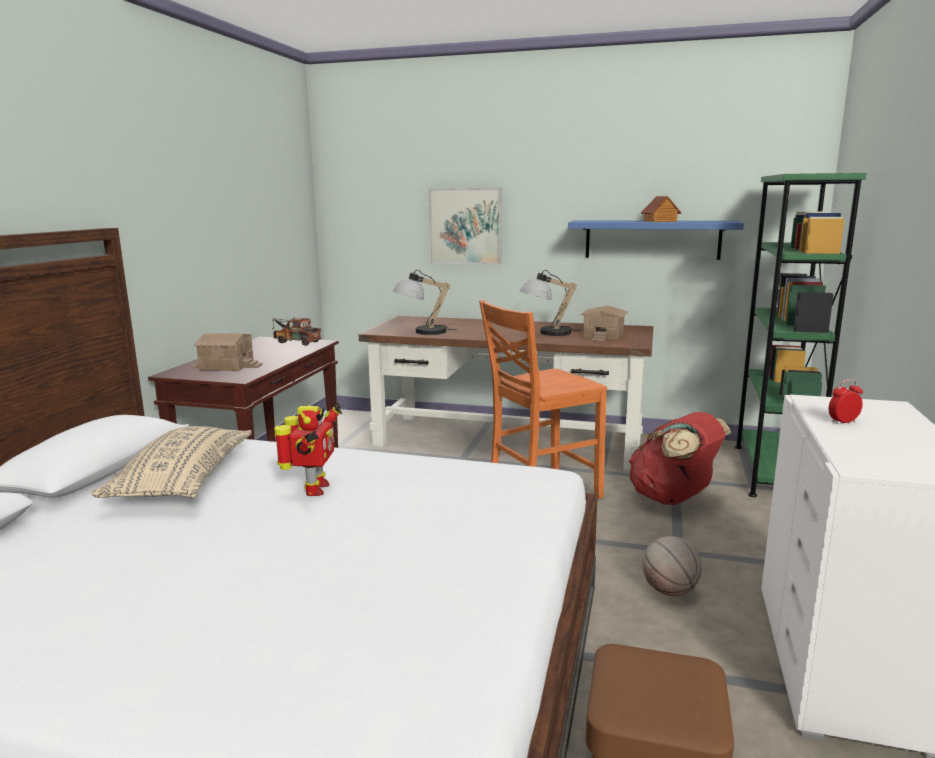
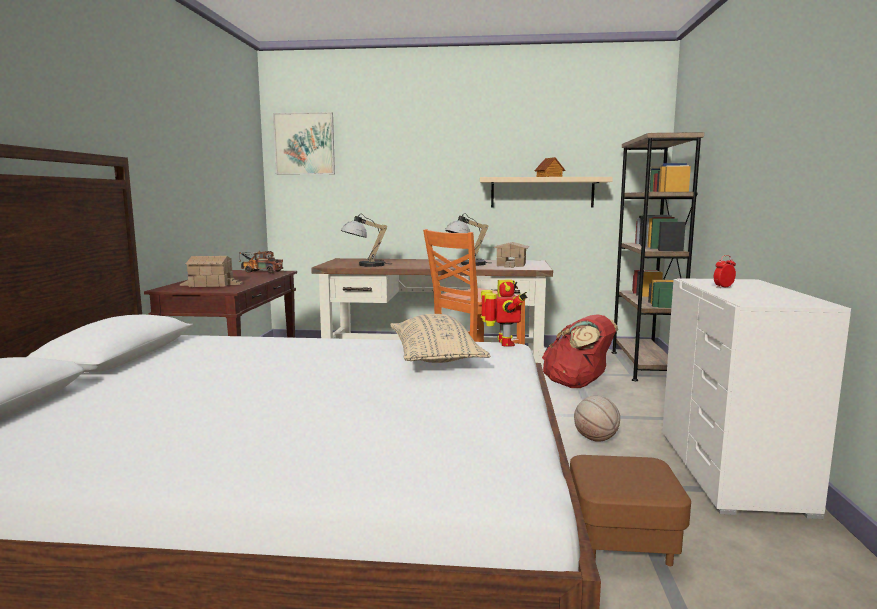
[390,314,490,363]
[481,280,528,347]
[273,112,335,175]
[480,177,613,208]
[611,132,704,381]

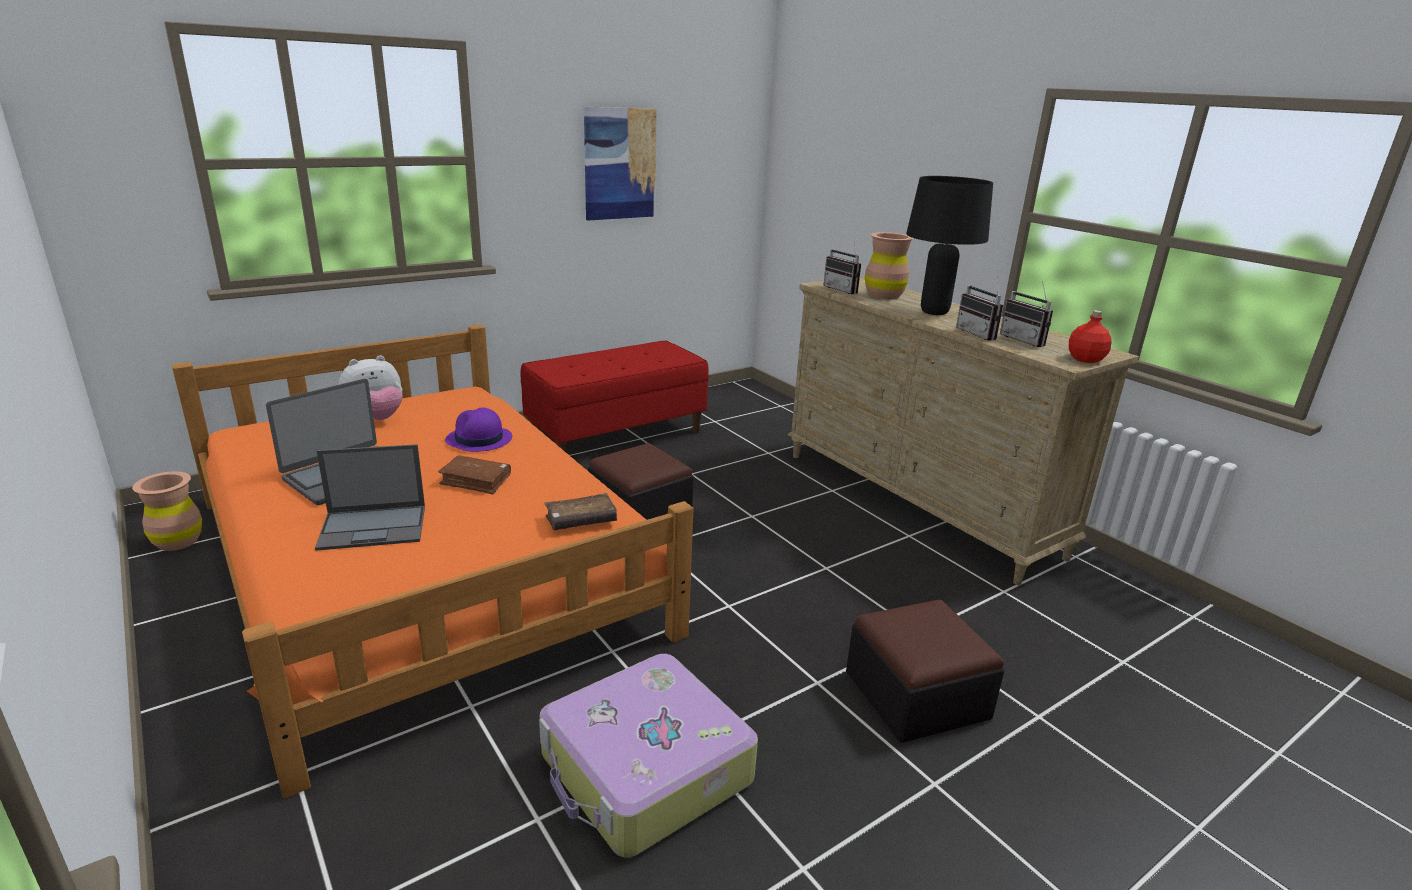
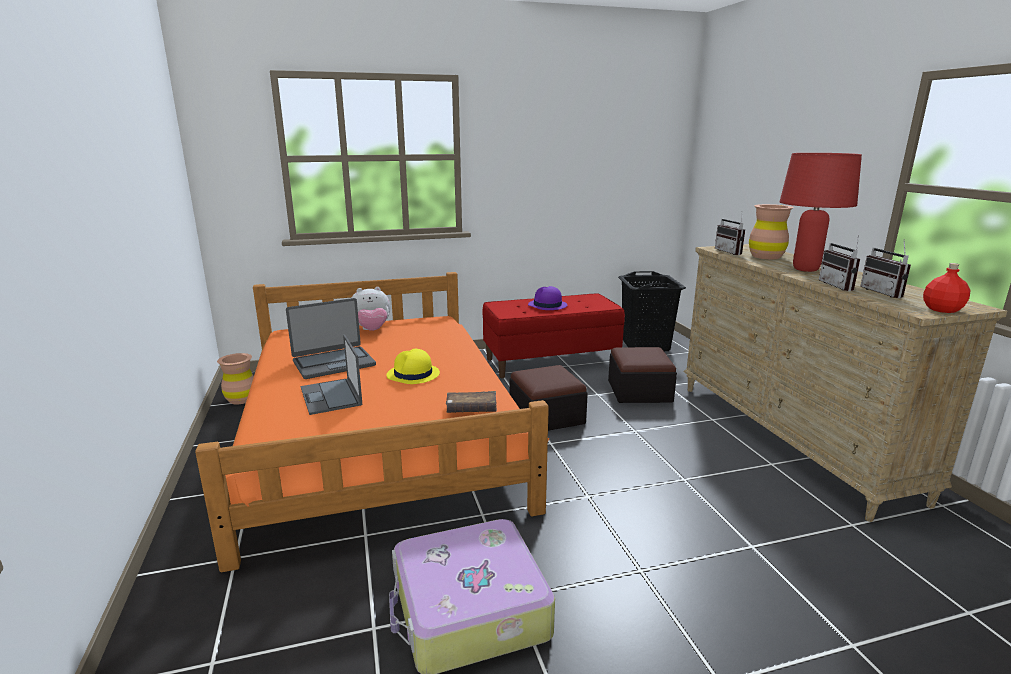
[301,334,362,415]
[386,349,440,384]
[528,286,567,310]
[584,107,657,221] (first image)
[608,347,677,403]
[780,153,862,272]
[618,271,686,351]

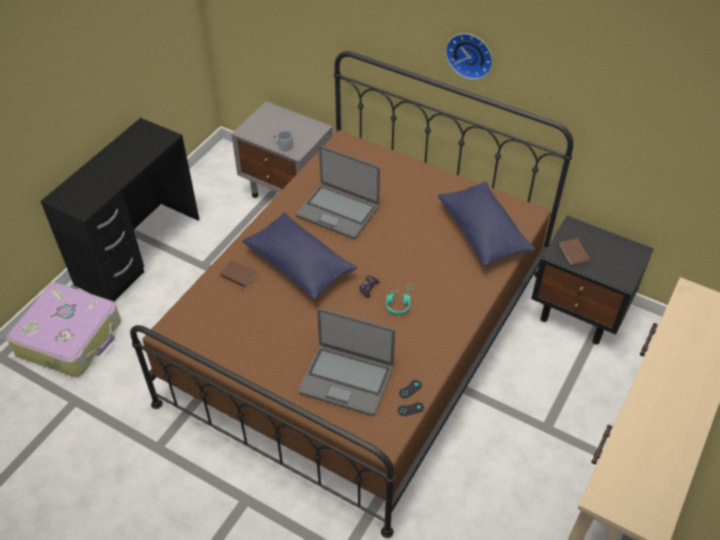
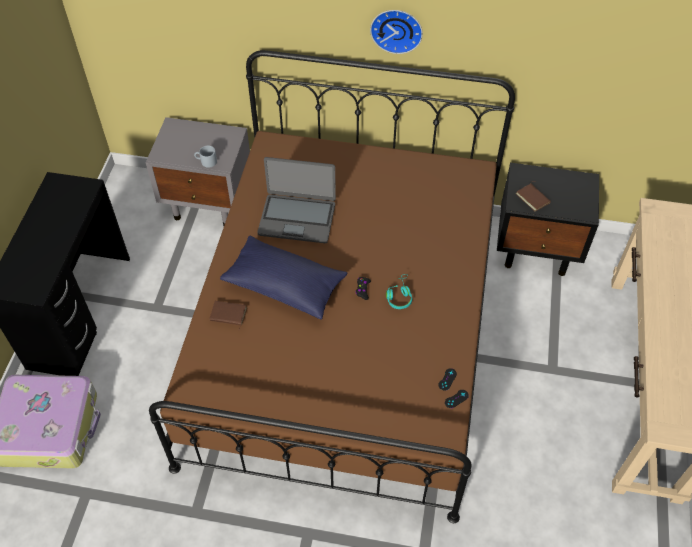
[298,308,395,416] (first image)
[438,182,536,267] (first image)

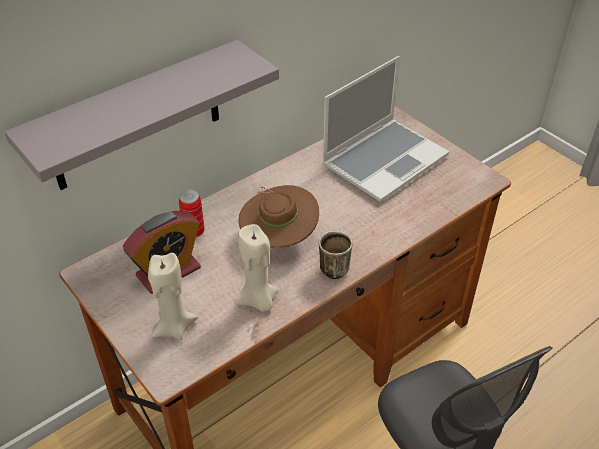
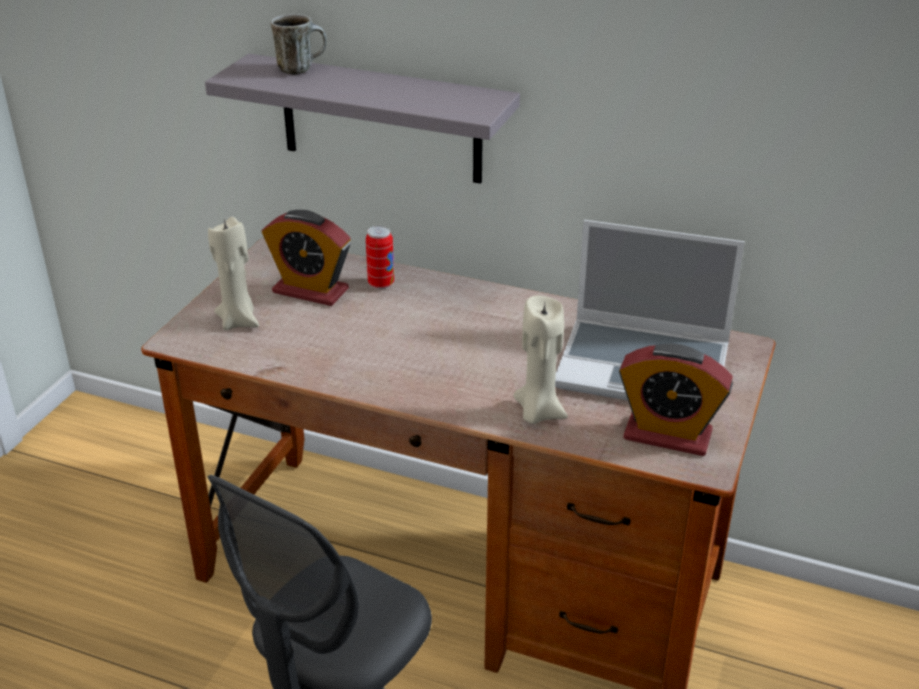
[514,295,568,424]
[238,185,319,248] (first image)
[271,14,327,75]
[619,344,733,456]

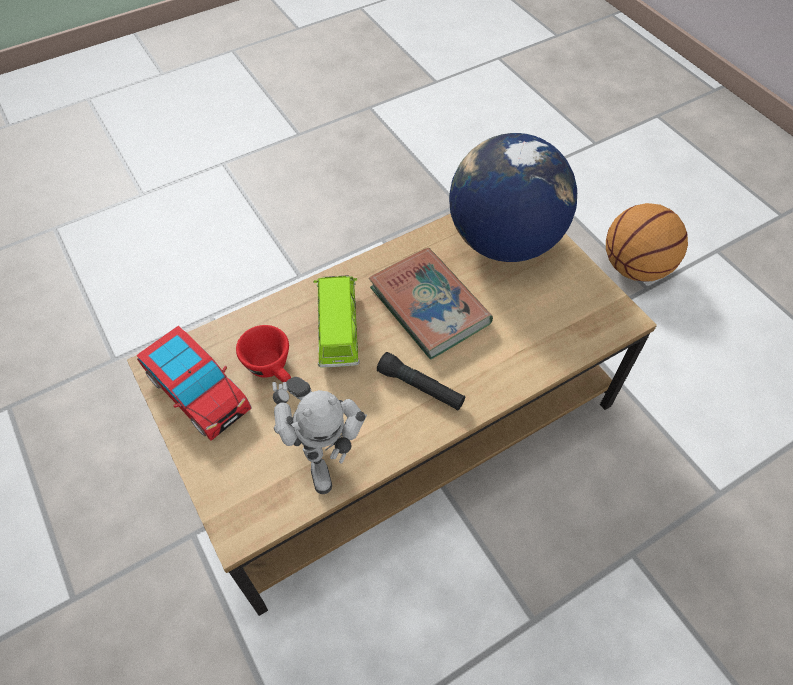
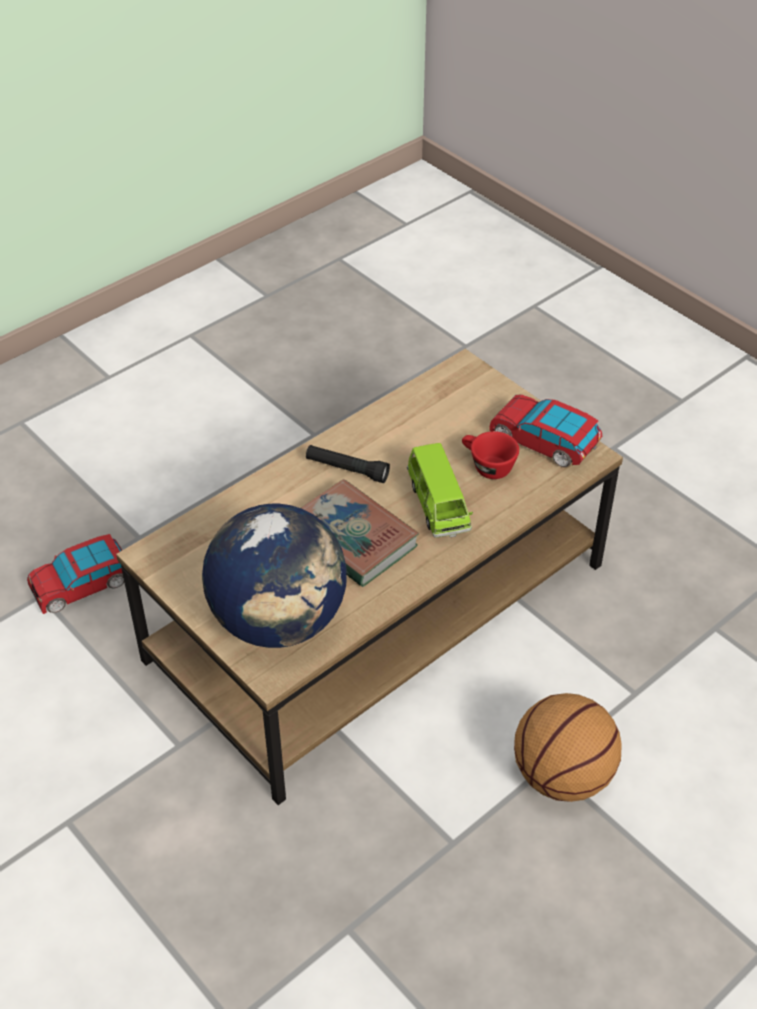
[272,377,367,494] (first image)
[514,693,622,802]
[27,534,124,614]

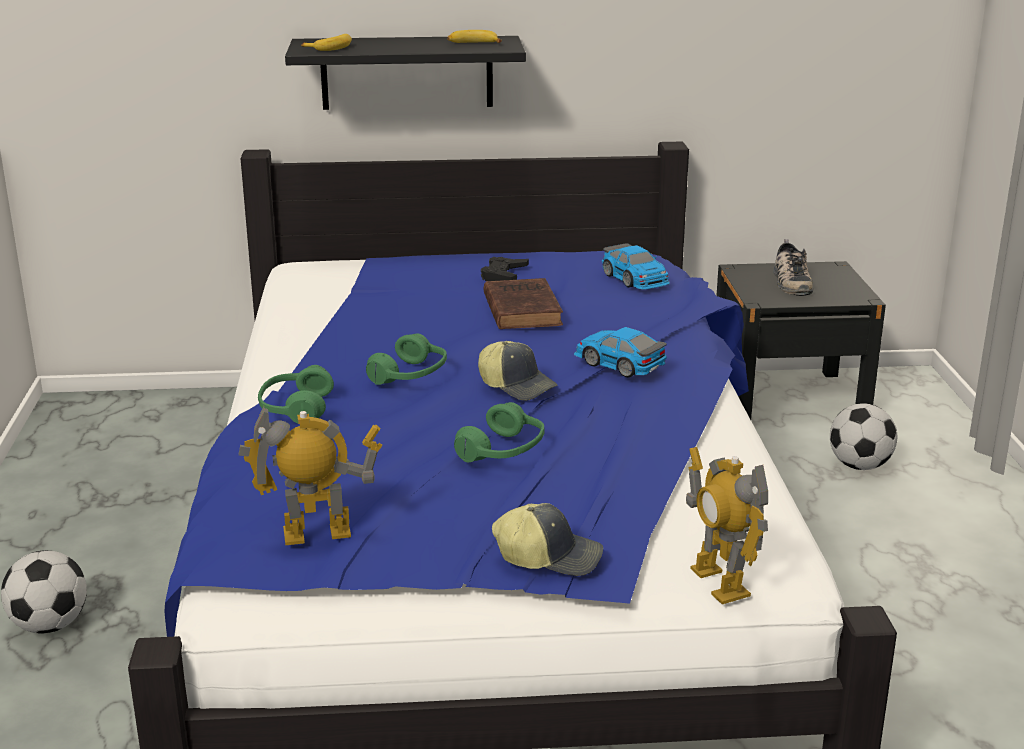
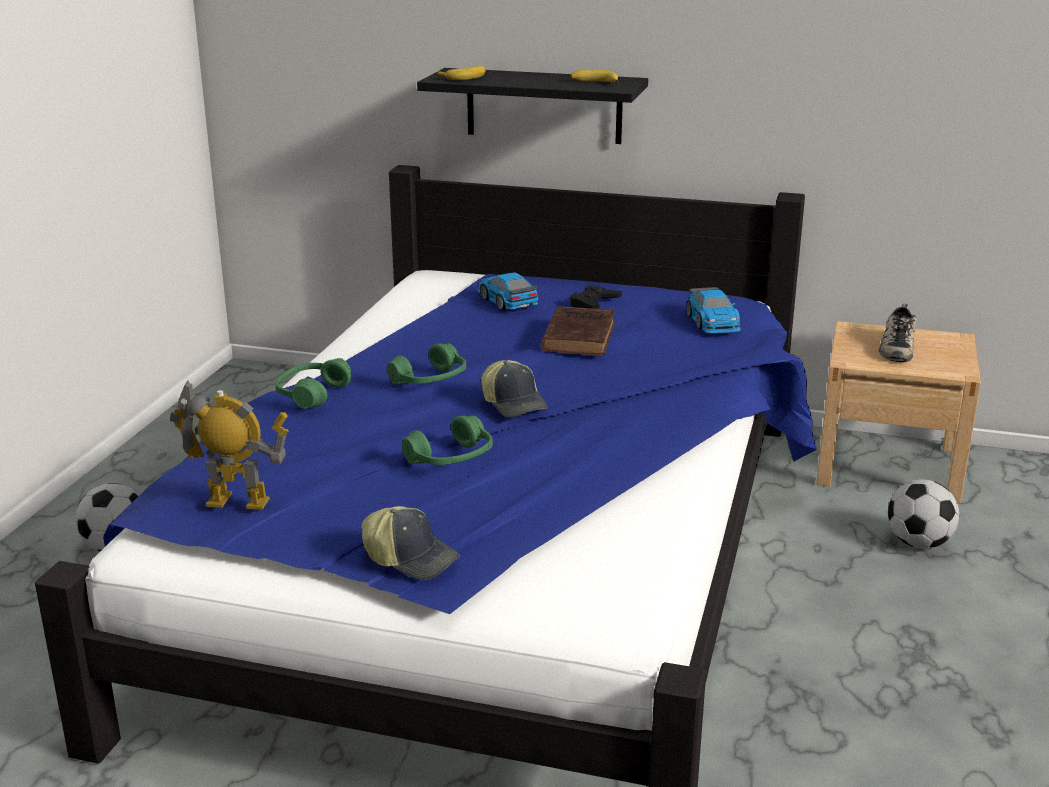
[477,272,538,310]
[686,447,768,604] (first image)
[816,321,981,503]

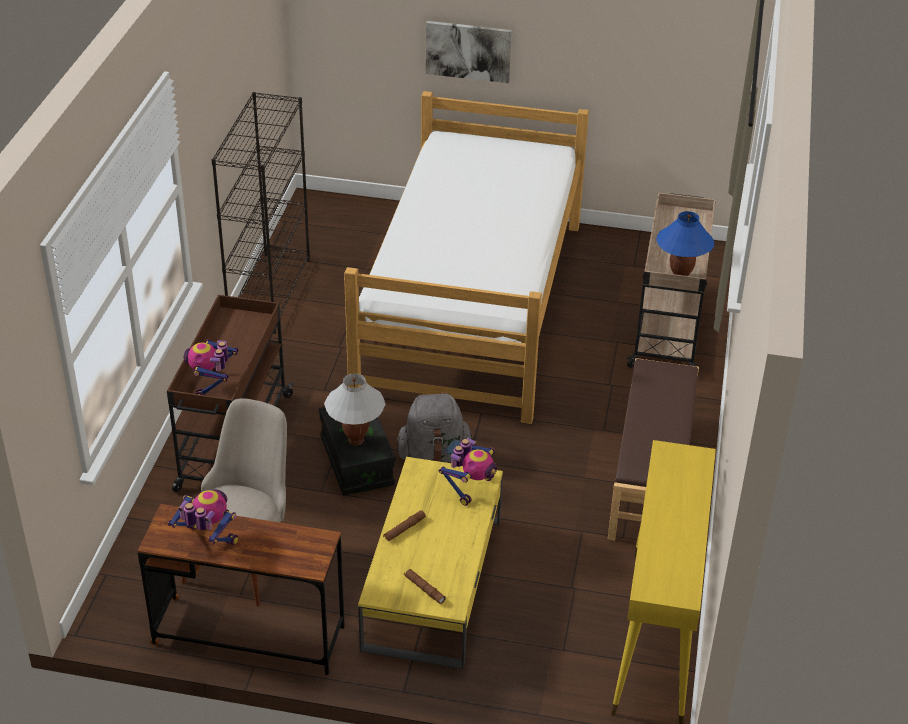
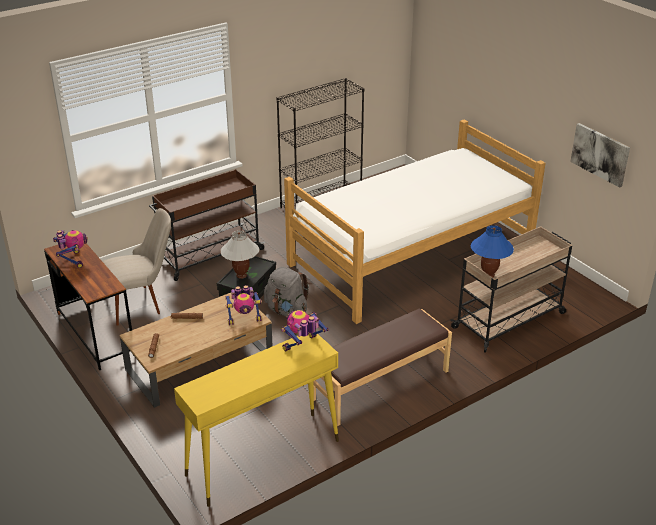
[281,310,328,351]
[120,292,273,408]
[570,123,630,187]

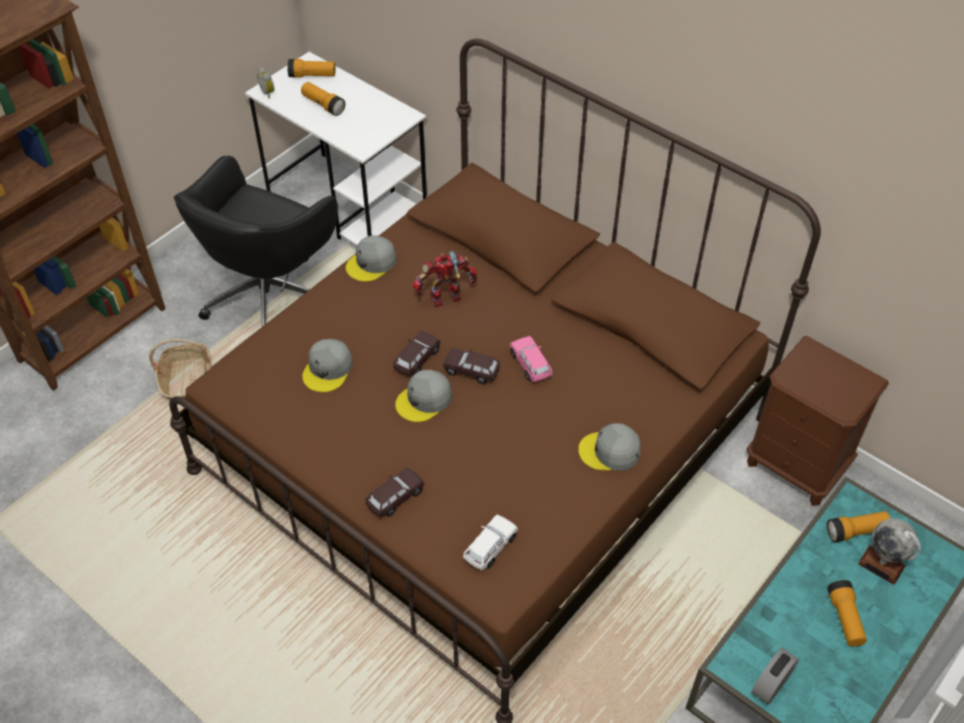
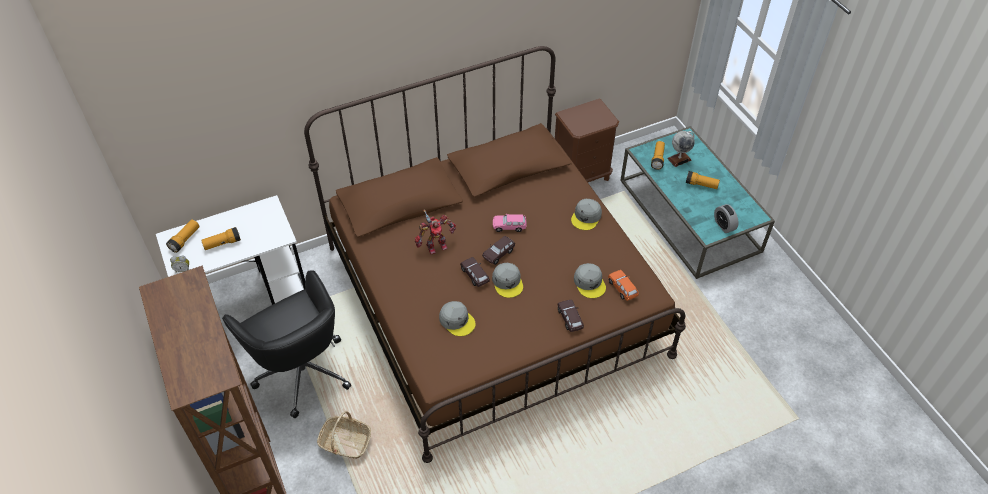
[574,263,606,298]
[415,210,456,254]
[608,270,639,301]

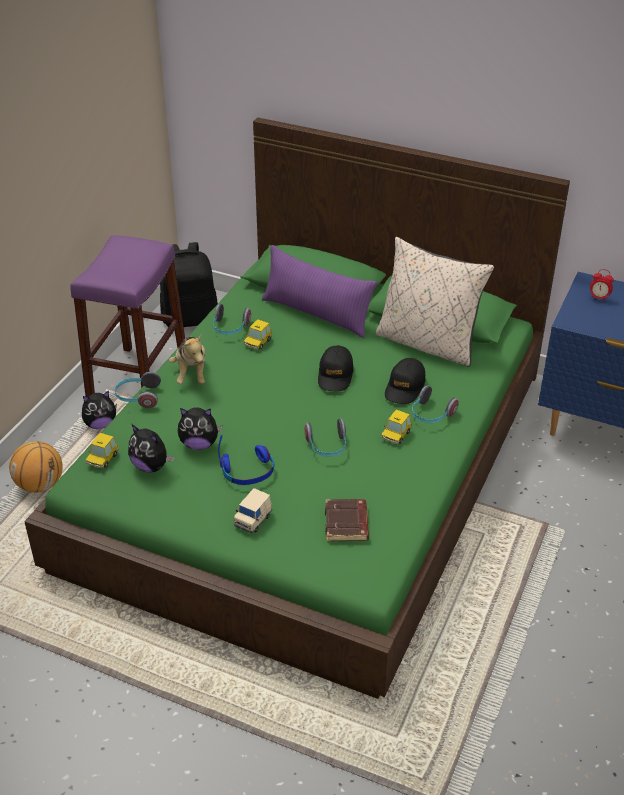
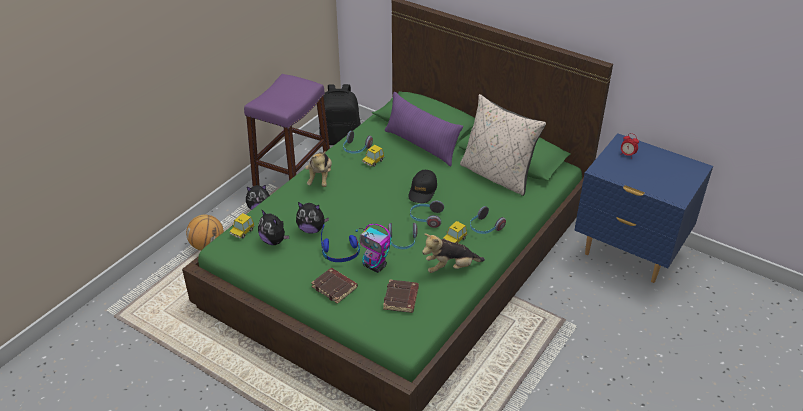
[410,201,444,228]
[311,268,358,304]
[385,358,426,404] (first image)
[355,224,392,273]
[422,233,485,273]

